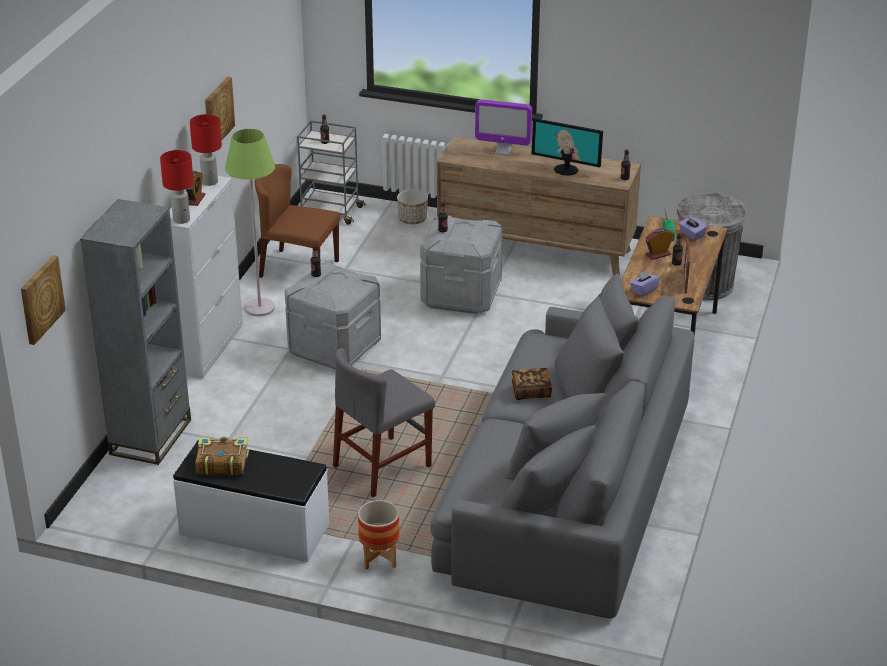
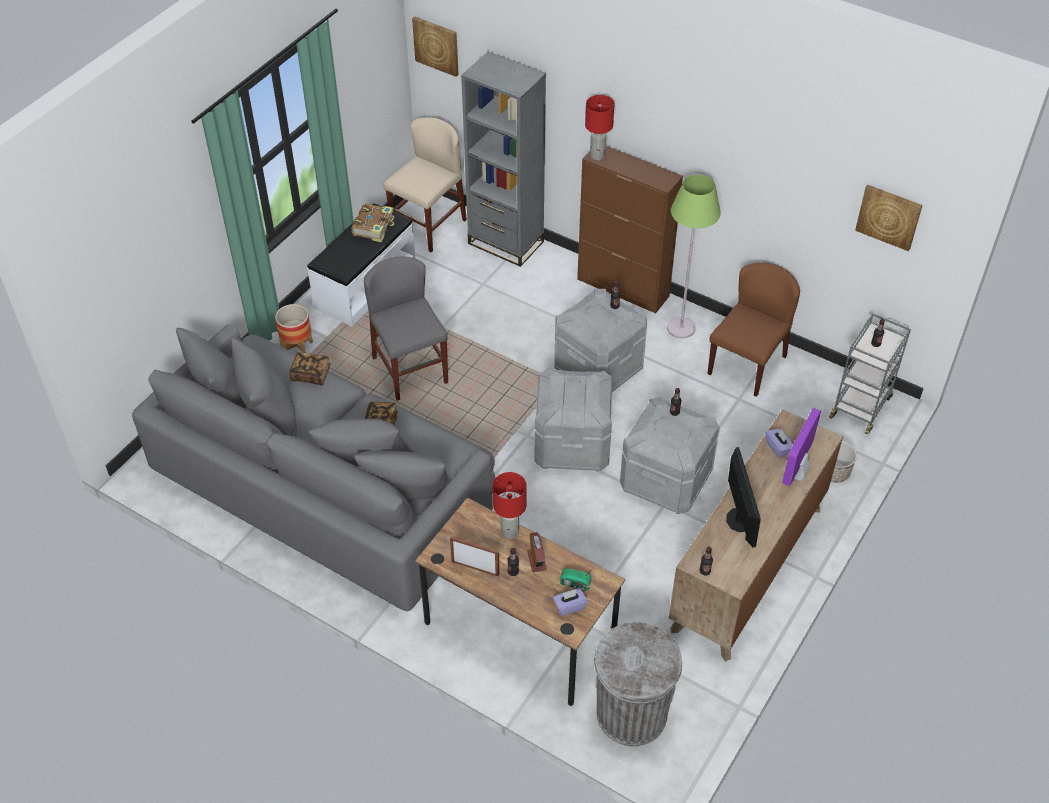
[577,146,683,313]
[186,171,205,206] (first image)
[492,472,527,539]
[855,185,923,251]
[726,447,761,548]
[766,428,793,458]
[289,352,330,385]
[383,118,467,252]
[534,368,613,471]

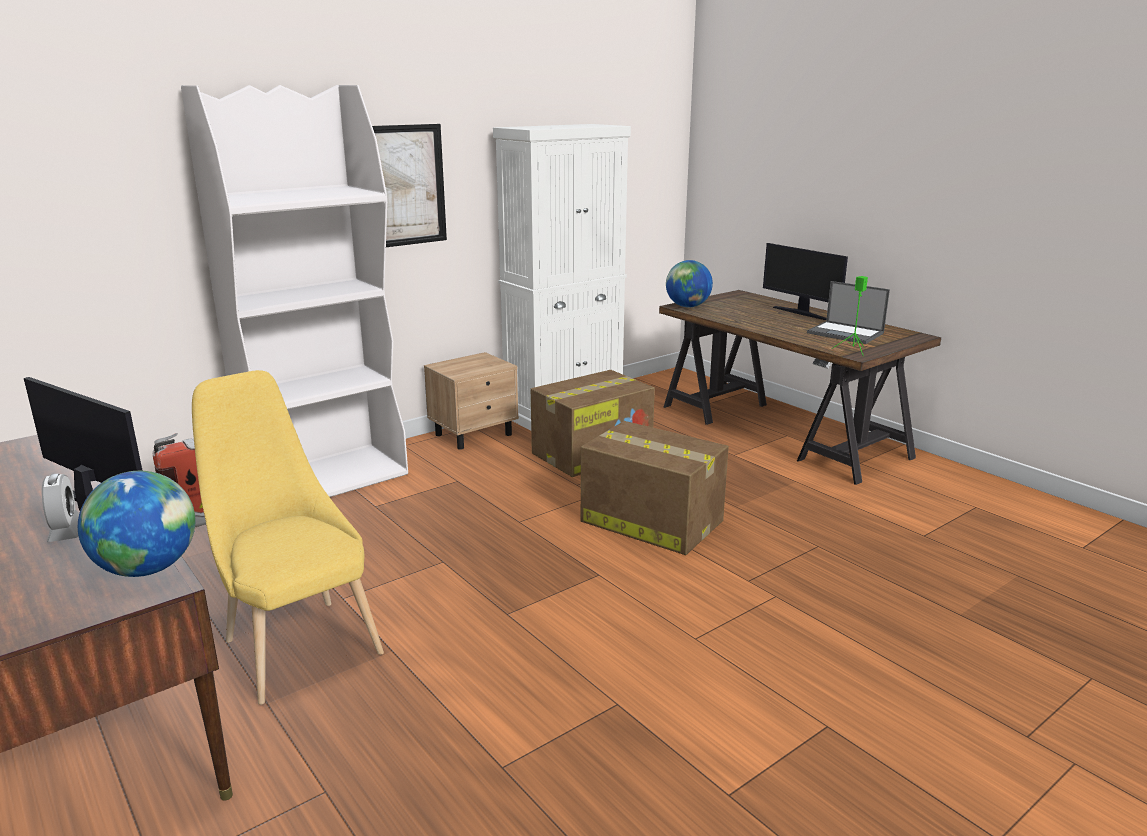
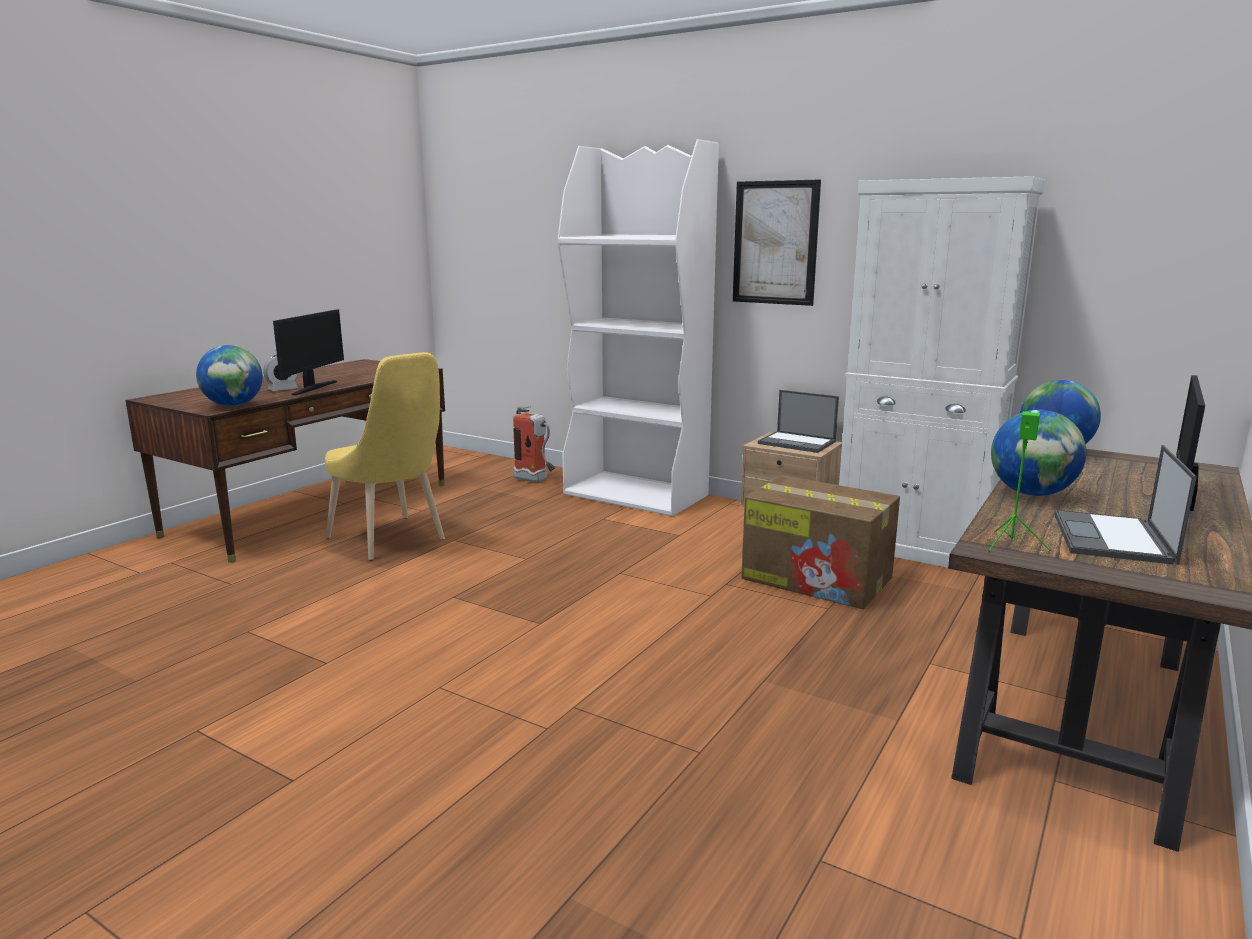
[325,352,445,560]
[581,421,729,555] (first image)
[758,390,839,453]
[991,410,1086,496]

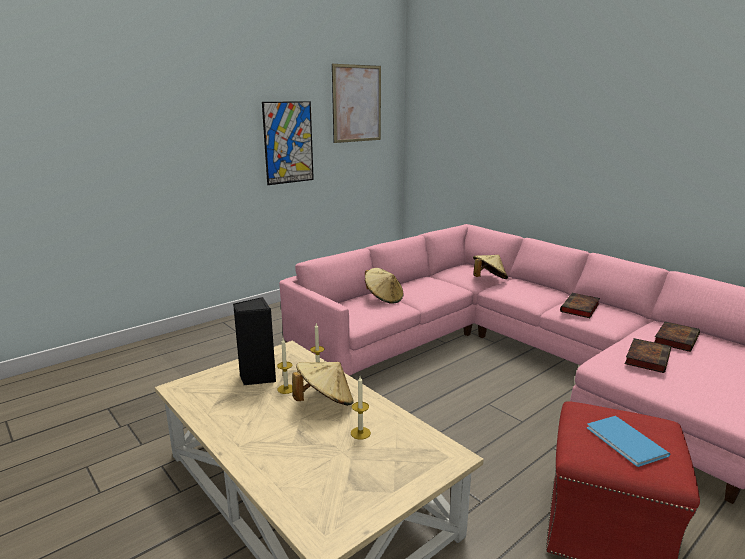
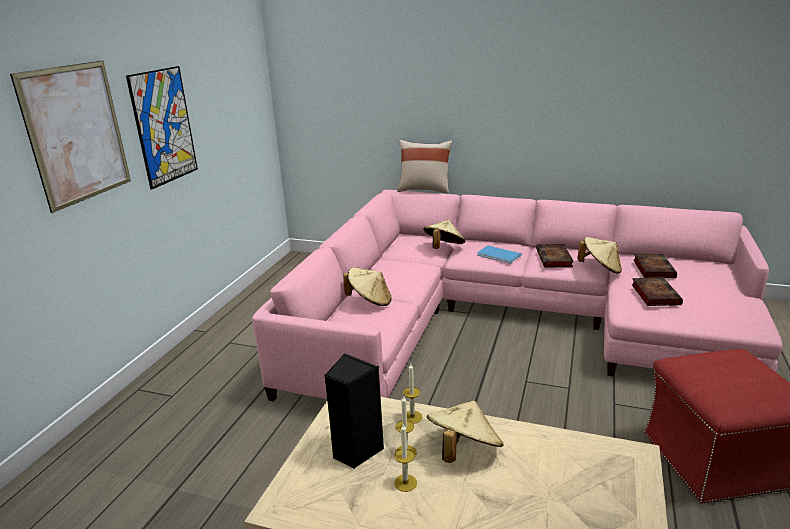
[10,61,131,213]
[394,424,417,492]
[477,245,522,264]
[397,140,453,194]
[577,237,622,274]

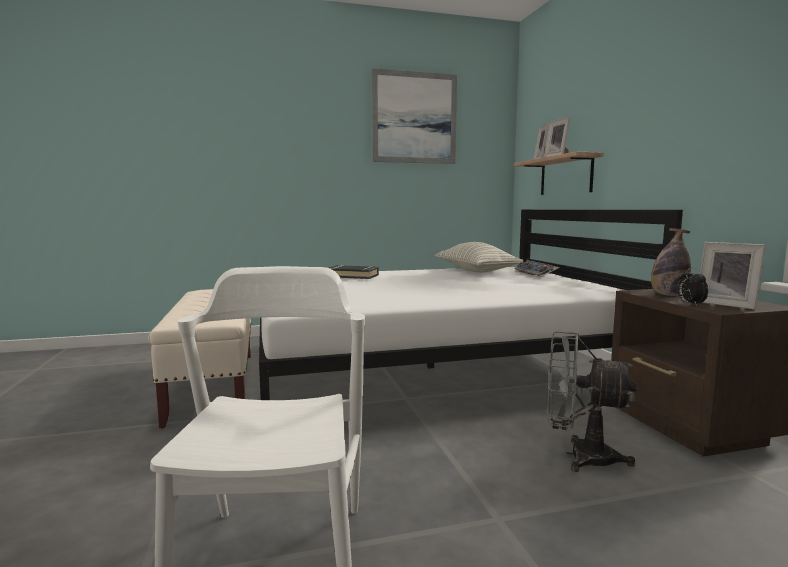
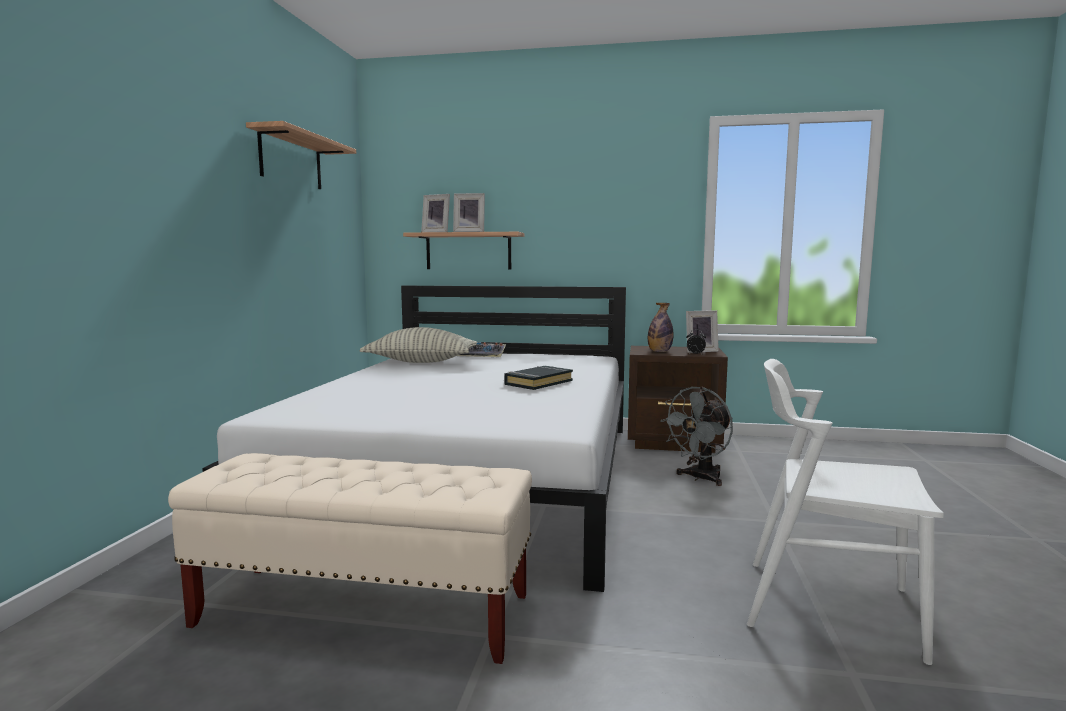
[504,366,573,390]
[246,121,356,189]

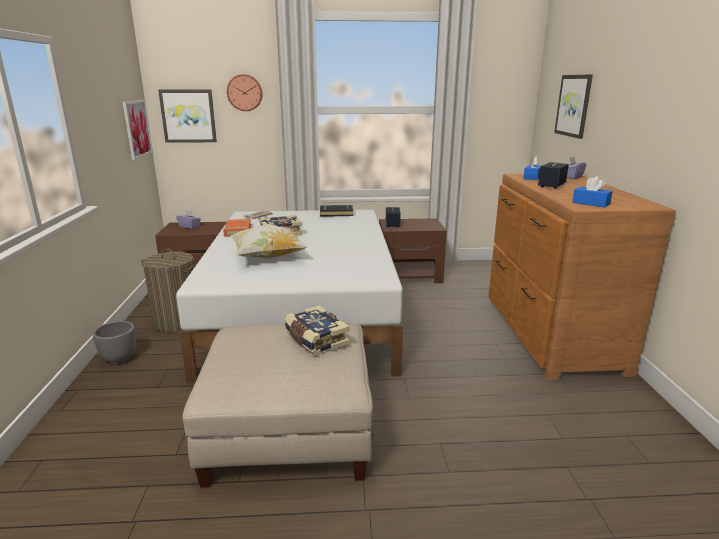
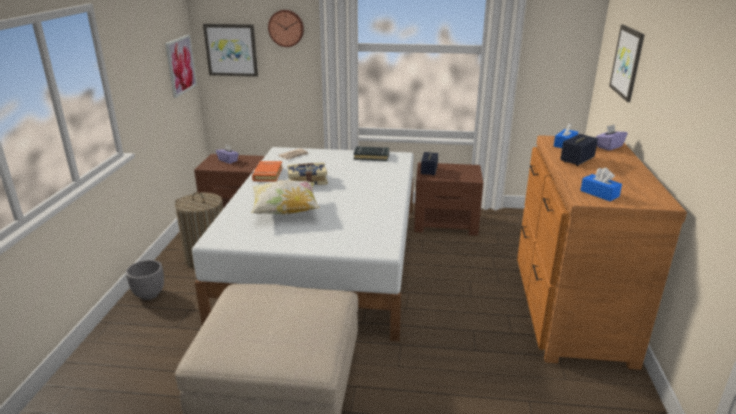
[284,305,350,356] (first image)

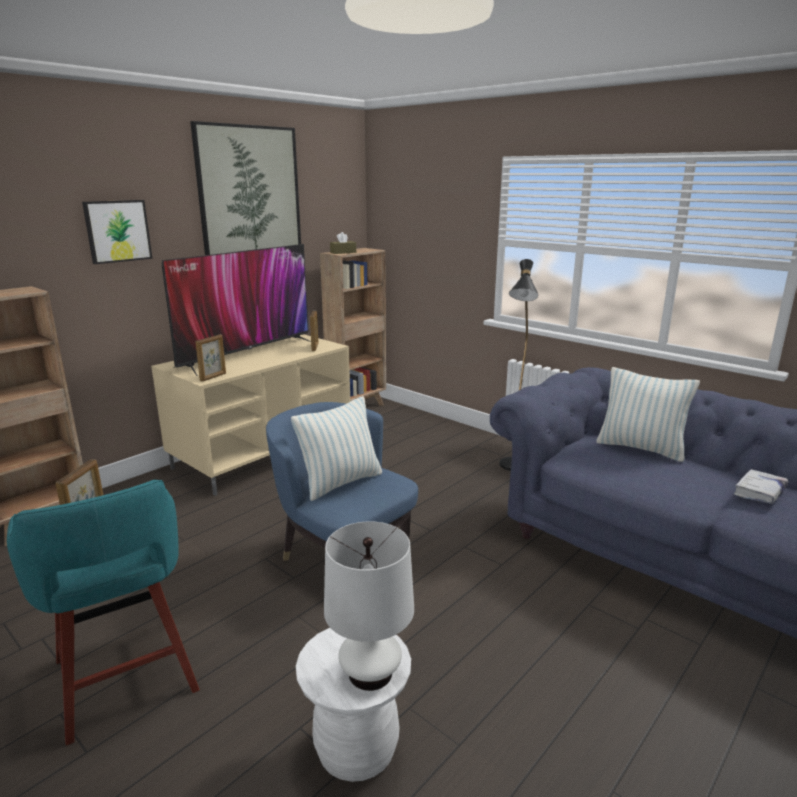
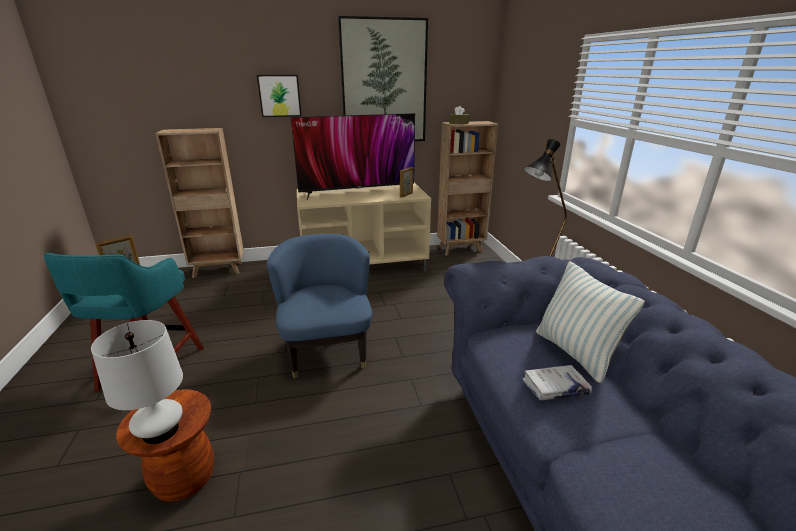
[195,334,226,382] (first image)
[291,396,382,501] (first image)
[116,389,214,502]
[523,365,592,400]

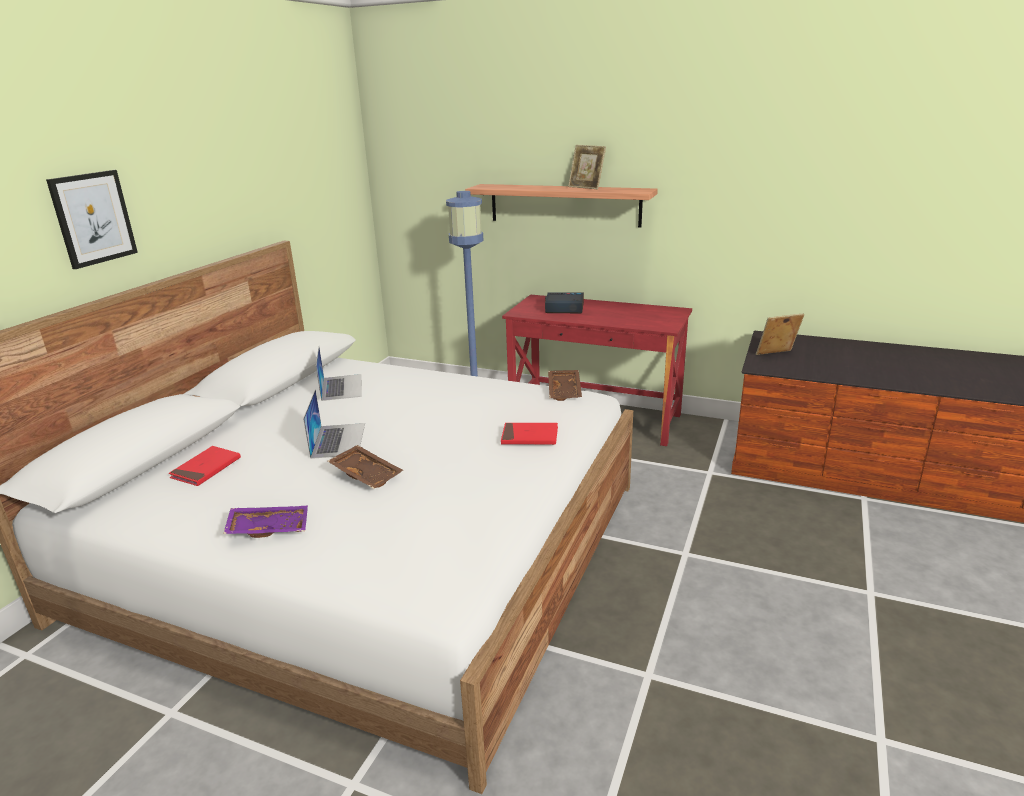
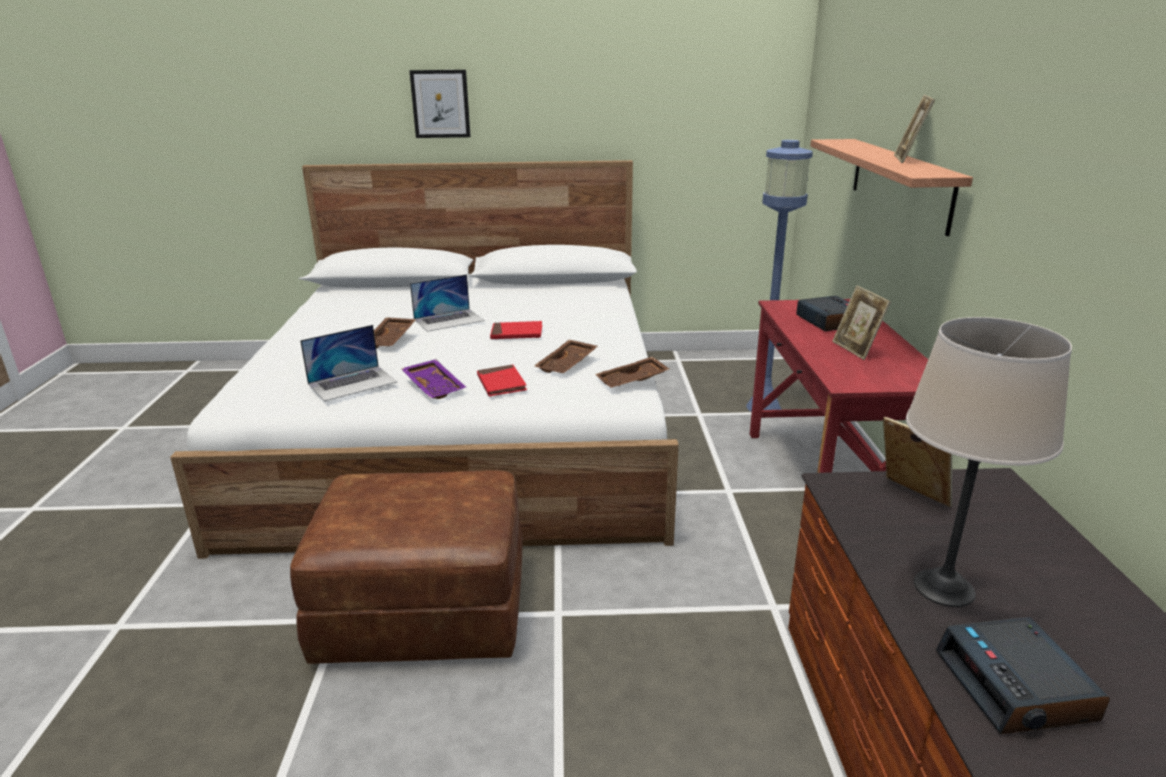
[490,321,542,339]
[401,359,466,399]
[300,325,397,401]
[290,471,523,664]
[534,340,598,373]
[832,285,891,360]
[906,317,1072,607]
[936,617,1110,734]

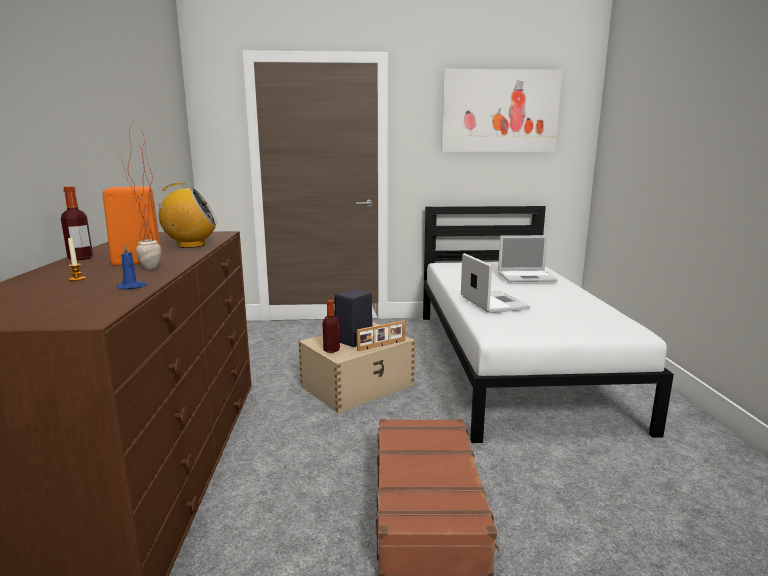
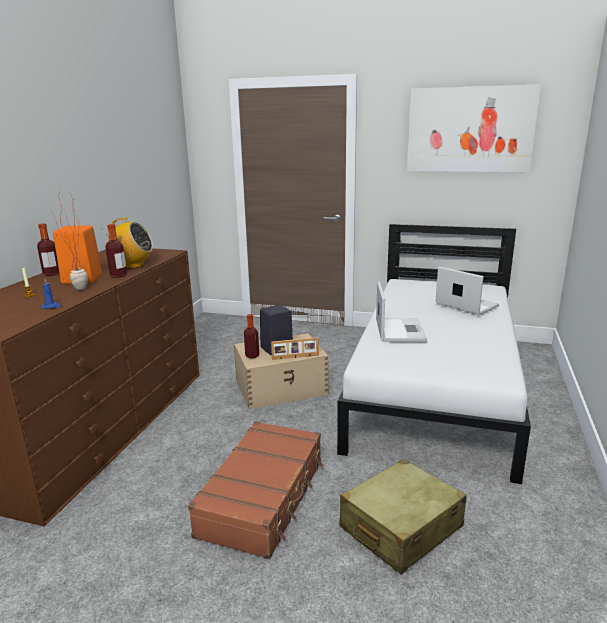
[435,266,499,315]
[105,224,127,278]
[339,459,467,574]

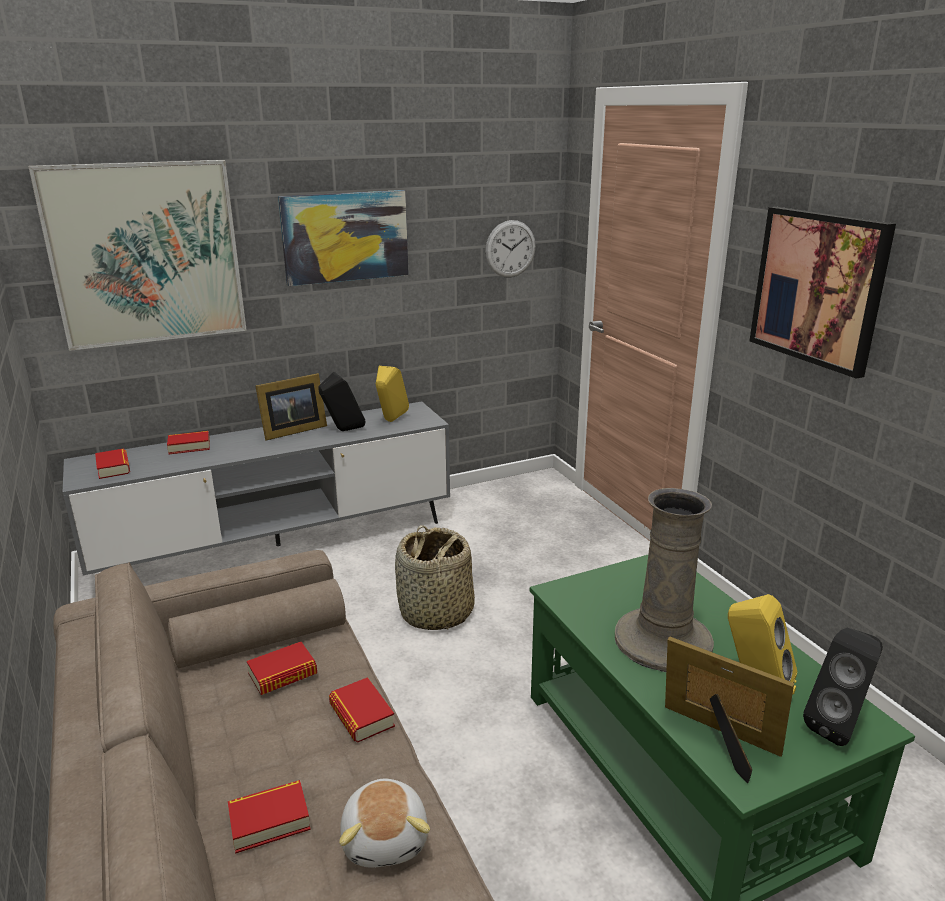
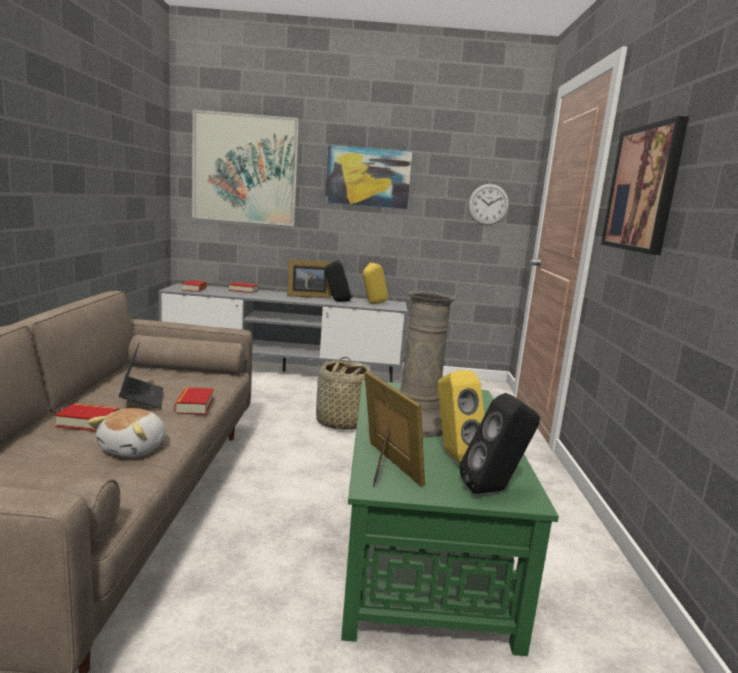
[247,642,317,695] (first image)
[119,342,163,409]

